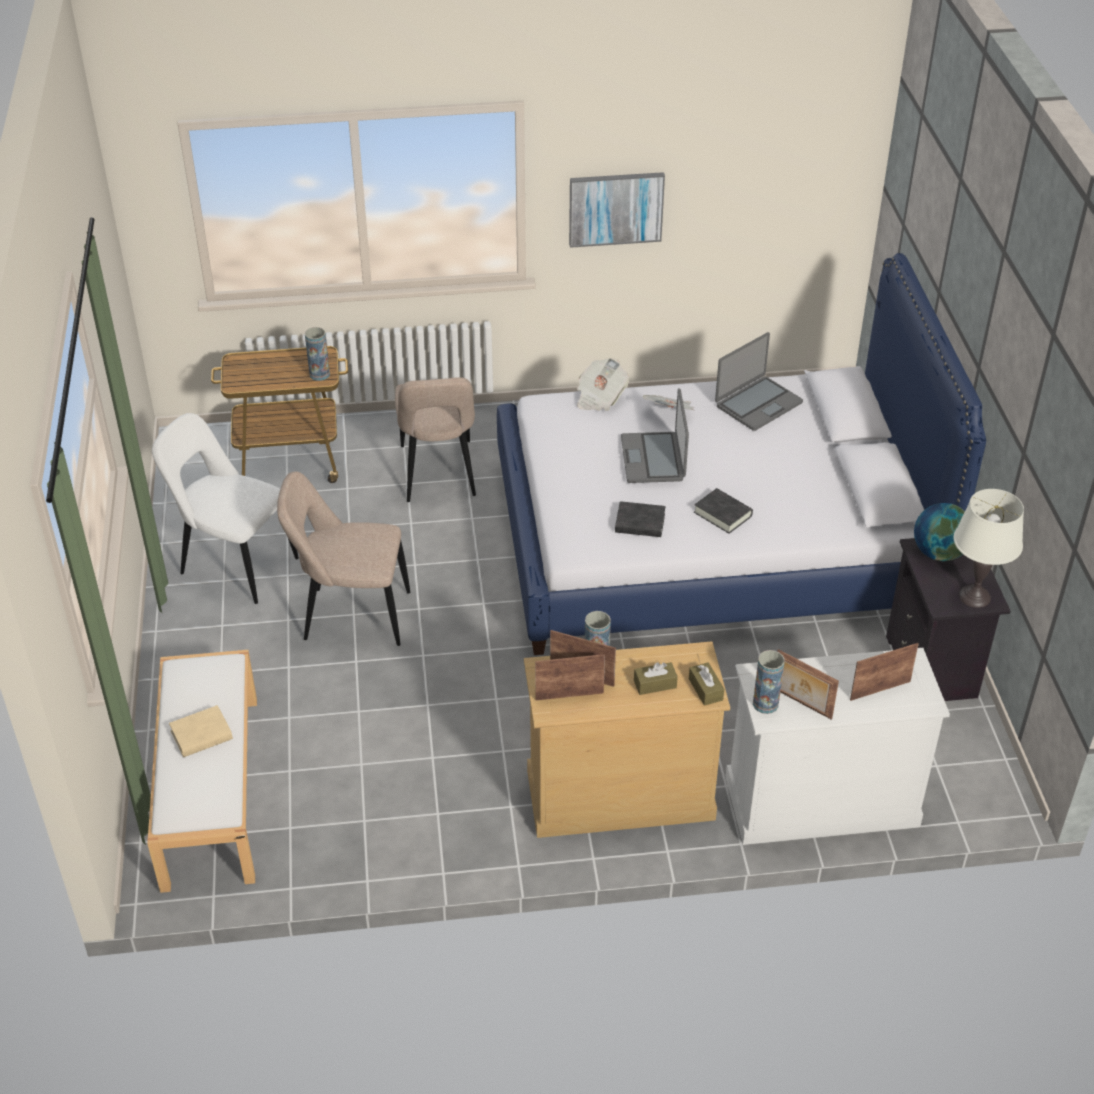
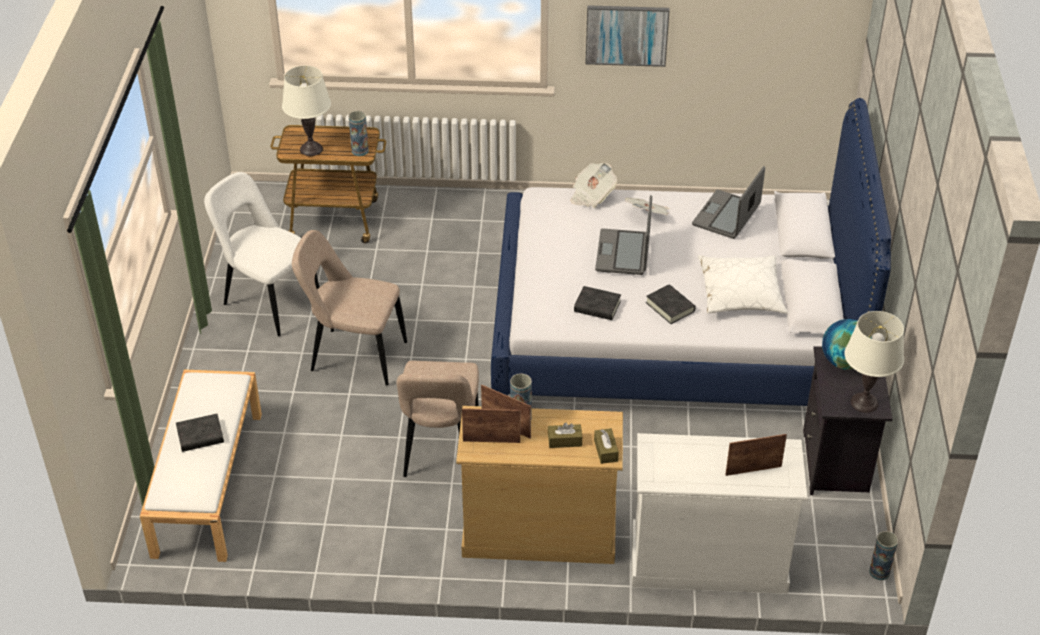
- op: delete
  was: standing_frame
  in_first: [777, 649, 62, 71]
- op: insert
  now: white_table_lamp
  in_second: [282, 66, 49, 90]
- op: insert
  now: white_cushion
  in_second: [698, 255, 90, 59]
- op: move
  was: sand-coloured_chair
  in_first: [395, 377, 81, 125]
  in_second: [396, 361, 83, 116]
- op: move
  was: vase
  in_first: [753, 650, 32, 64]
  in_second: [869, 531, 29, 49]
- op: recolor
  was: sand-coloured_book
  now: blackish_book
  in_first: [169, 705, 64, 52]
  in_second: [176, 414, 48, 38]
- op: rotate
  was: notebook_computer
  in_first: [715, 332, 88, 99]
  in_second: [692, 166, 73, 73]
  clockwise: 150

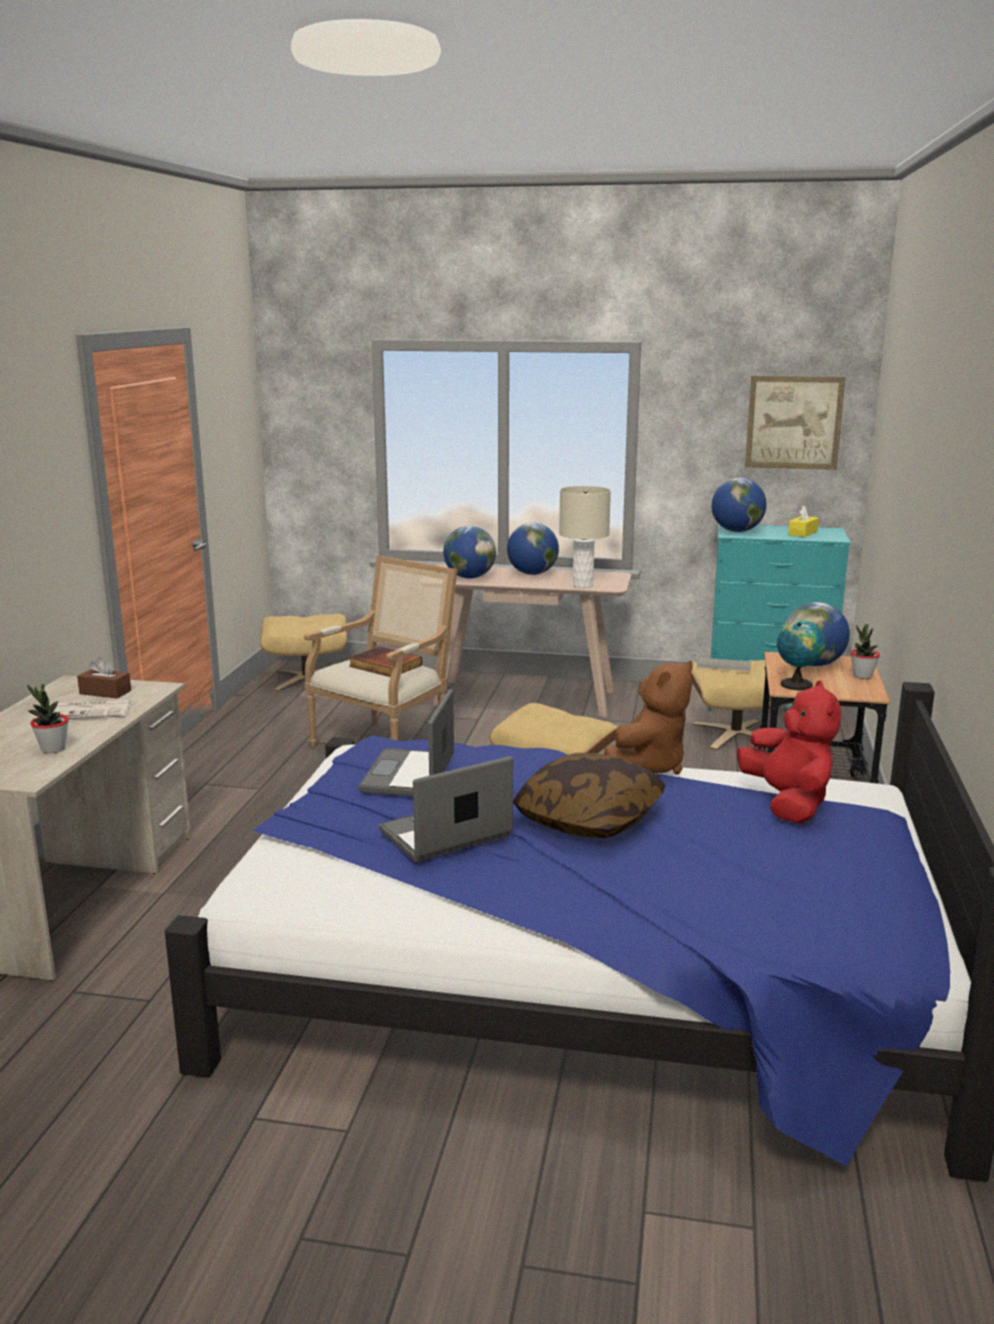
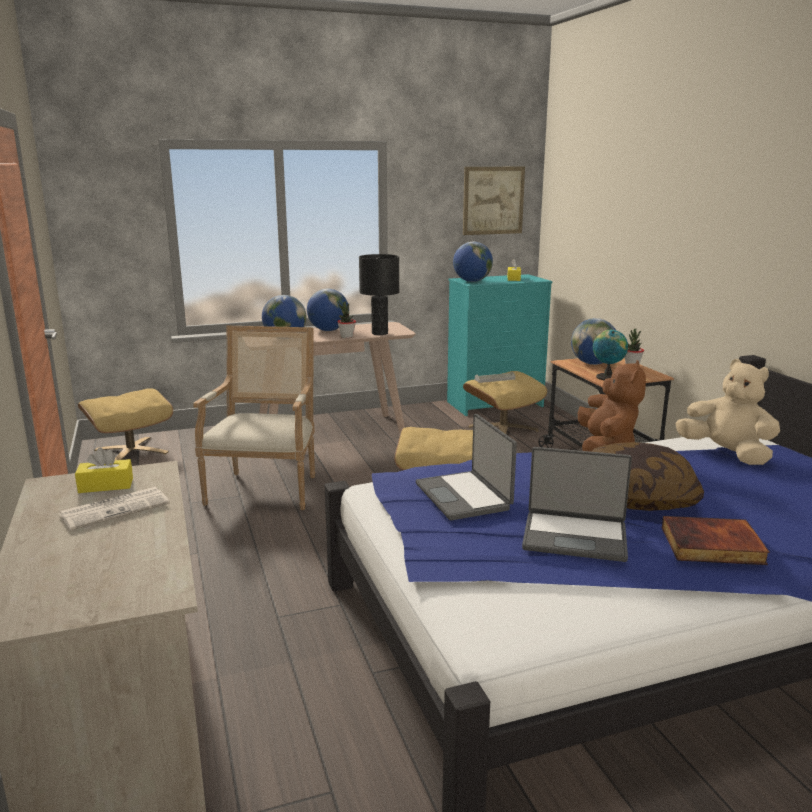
- op: move
  was: plant_in_a_pot
  in_first: [27, 684, 42, 69]
  in_second: [337, 301, 19, 37]
- op: move
  was: book
  in_first: [349, 646, 73, 31]
  in_second: [662, 516, 108, 49]
- op: recolor
  was: brownish_box_of_tissues
  now: yellow_box_of_tissues
  in_first: [77, 657, 54, 42]
  in_second: [75, 447, 58, 46]
- op: recolor
  was: sand-coloured_table_lamp
  now: blackish_table_lamp
  in_first: [559, 486, 52, 102]
  in_second: [359, 254, 40, 81]
- op: recolor
  was: reddish_soft_toy
  now: sand-coloured_soft_toy
  in_first: [737, 680, 104, 144]
  in_second: [675, 359, 105, 106]
- op: rotate
  was: notebook_computer
  in_first: [379, 756, 134, 106]
  in_second: [522, 447, 110, 115]
  clockwise: -105

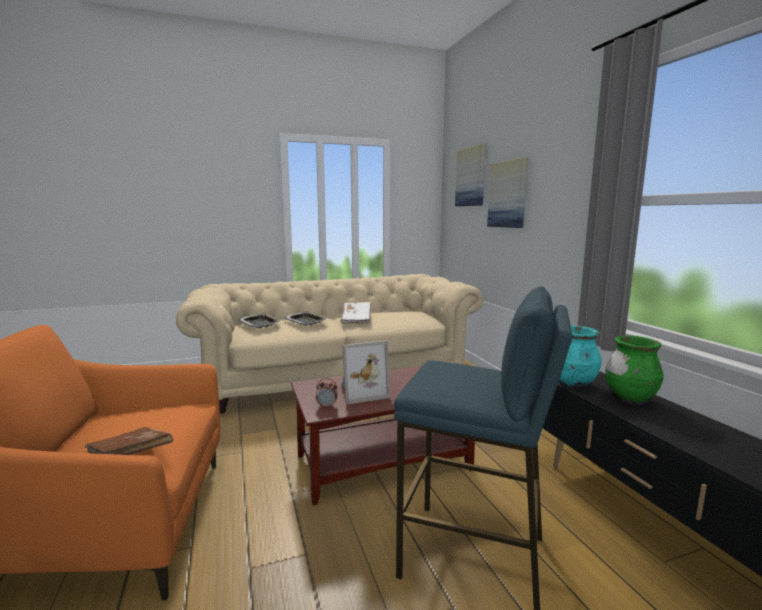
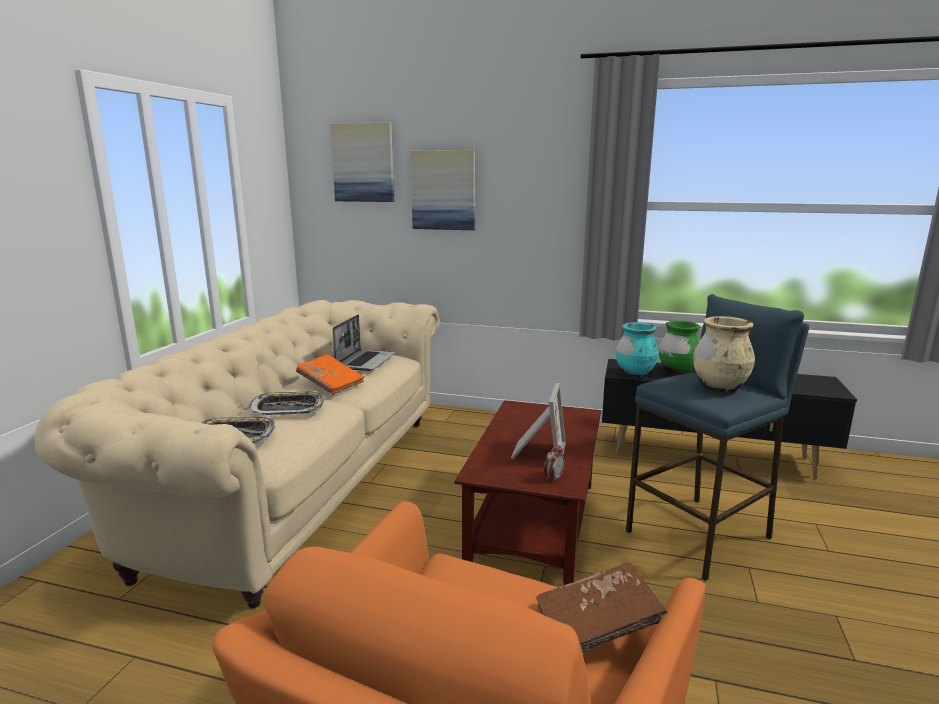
- op: insert
  now: notebook_computer
  in_second: [333, 315, 62, 56]
- op: insert
  now: sand-coloured_vase
  in_second: [693, 316, 62, 77]
- op: recolor
  was: white_book
  now: orangey_book
  in_first: [341, 302, 30, 22]
  in_second: [296, 354, 69, 41]

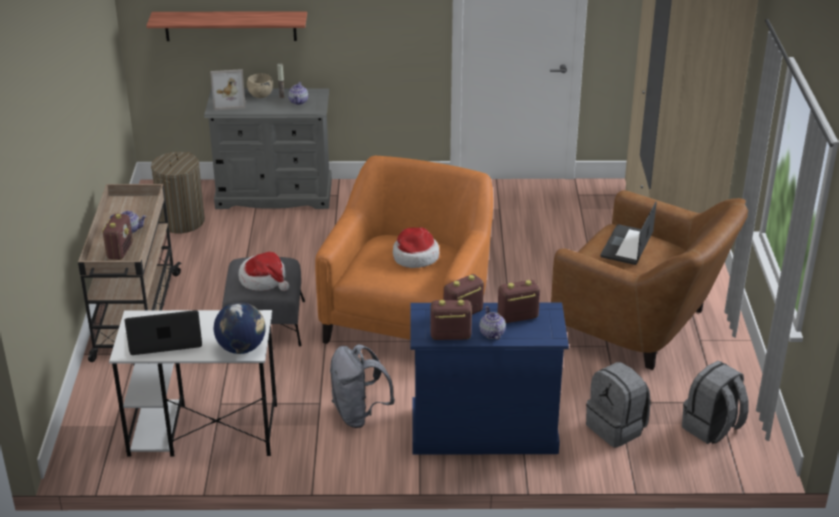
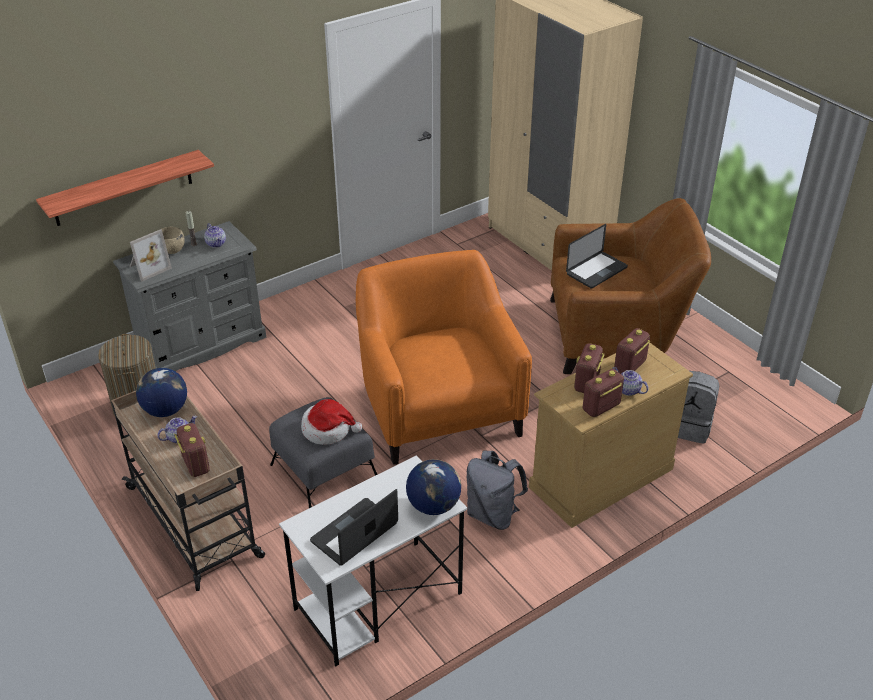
- op: delete
  was: clothing_hat
  in_first: [393, 227, 46, 41]
- op: delete
  was: gray_rucksack
  in_first: [682, 361, 67, 83]
- op: insert
  now: globe
  in_second: [136, 368, 51, 49]
- op: recolor
  was: blue_dresser
  now: sand-coloured_dresser
  in_first: [410, 302, 159, 153]
  in_second: [529, 343, 164, 185]
- op: rotate
  was: notebook_computer
  in_first: [601, 201, 56, 64]
  in_second: [566, 224, 62, 65]
  clockwise: -120

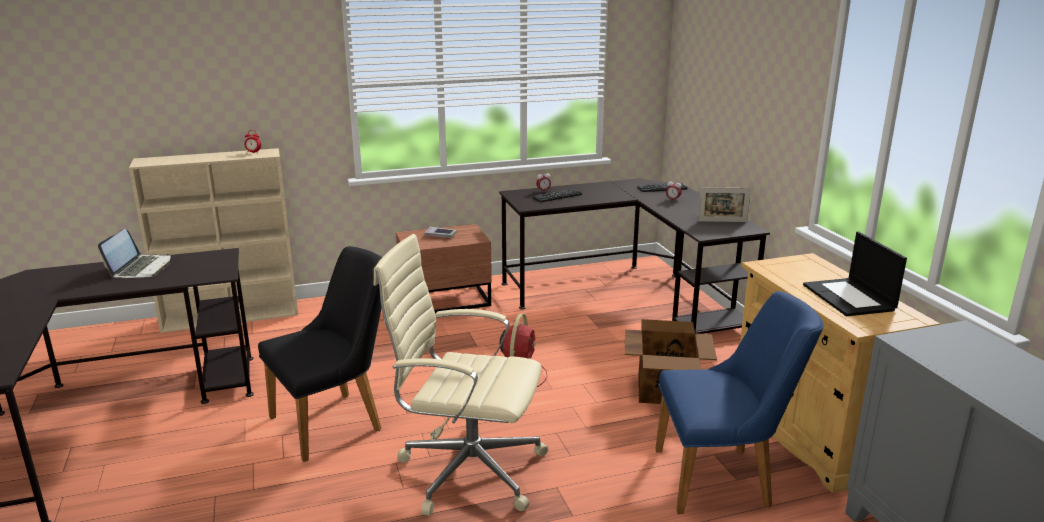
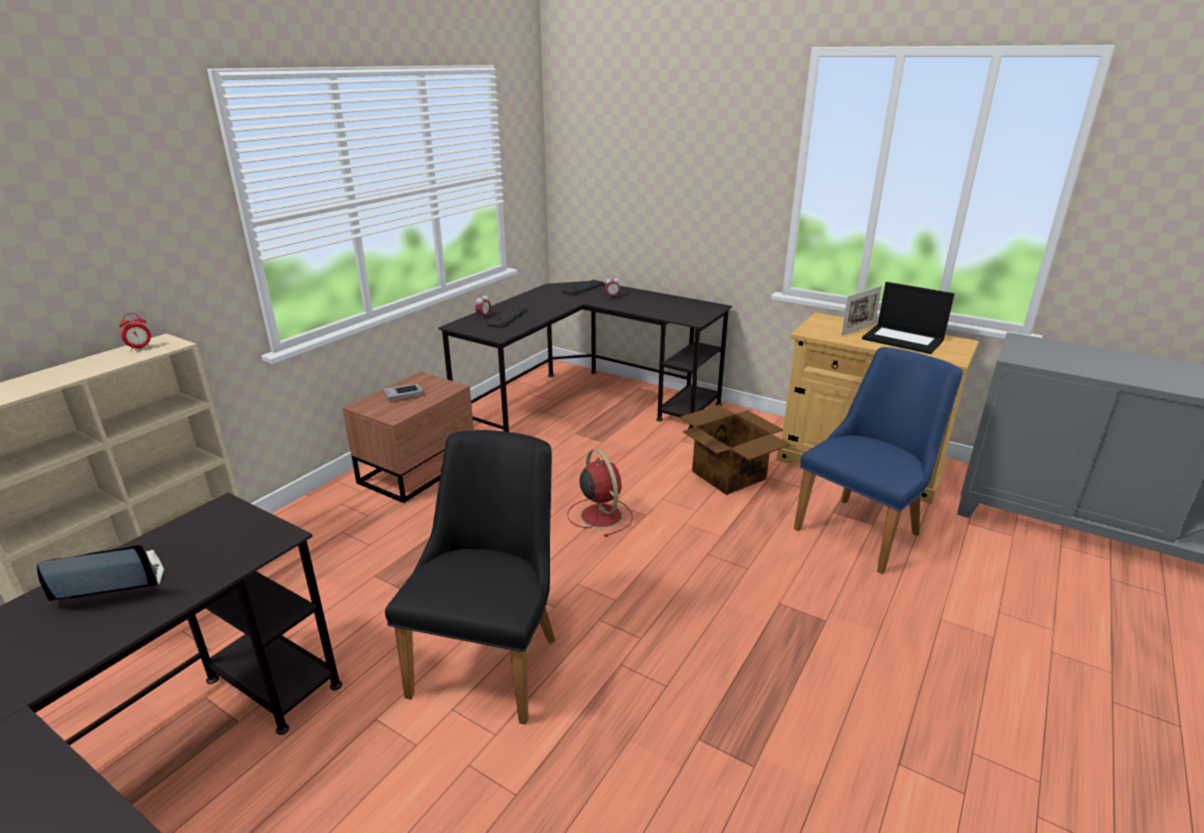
- op: delete
  was: sand-coloured_computer_chair
  in_first: [373, 234, 175, 282]
- op: move
  was: standing_frame
  in_first: [698, 187, 53, 35]
  in_second: [841, 286, 41, 50]
- op: rotate
  was: notebook_computer
  in_first: [98, 229, 72, 49]
  in_second: [37, 545, 128, 56]
  clockwise: -75

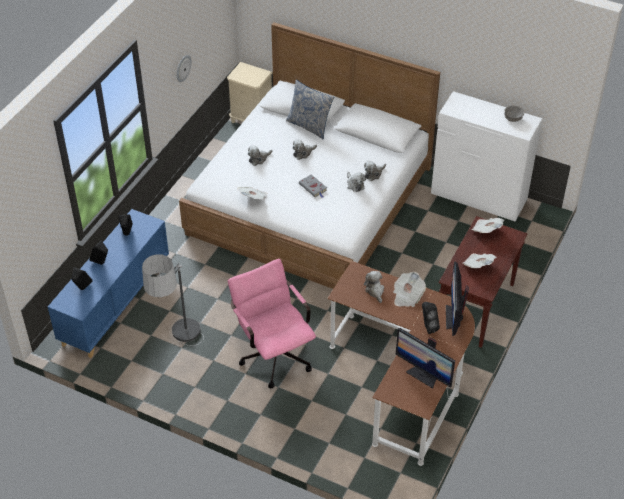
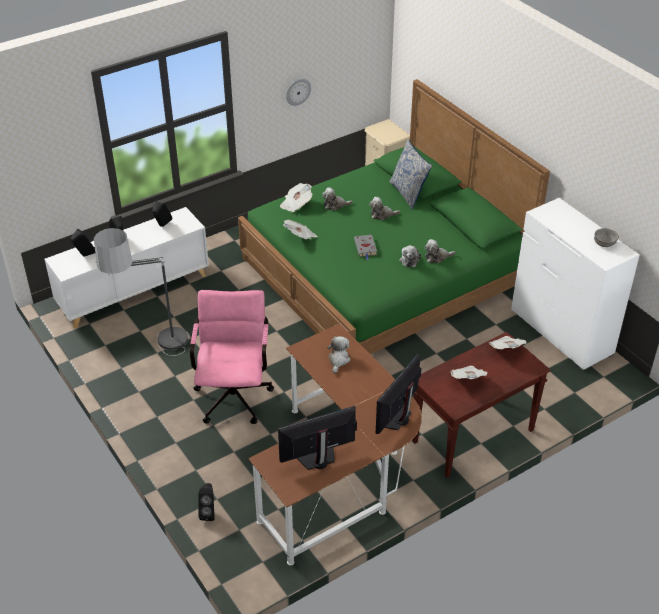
- op: move
  was: printed_paper
  in_first: [393, 272, 33, 35]
  in_second: [280, 183, 32, 29]
- op: move
  was: blackish_loudspeaker
  in_first: [422, 302, 18, 32]
  in_second: [199, 483, 16, 38]
- op: recolor
  was: blue_cupboard
  now: white_cupboard
  in_first: [48, 209, 121, 149]
  in_second: [44, 207, 165, 122]
- op: recolor
  was: white_bed
  now: greenish_bed
  in_first: [179, 22, 261, 267]
  in_second: [238, 79, 312, 275]
- op: rotate
  was: computer_display
  in_first: [396, 328, 59, 61]
  in_second: [278, 406, 79, 64]
  clockwise: 90

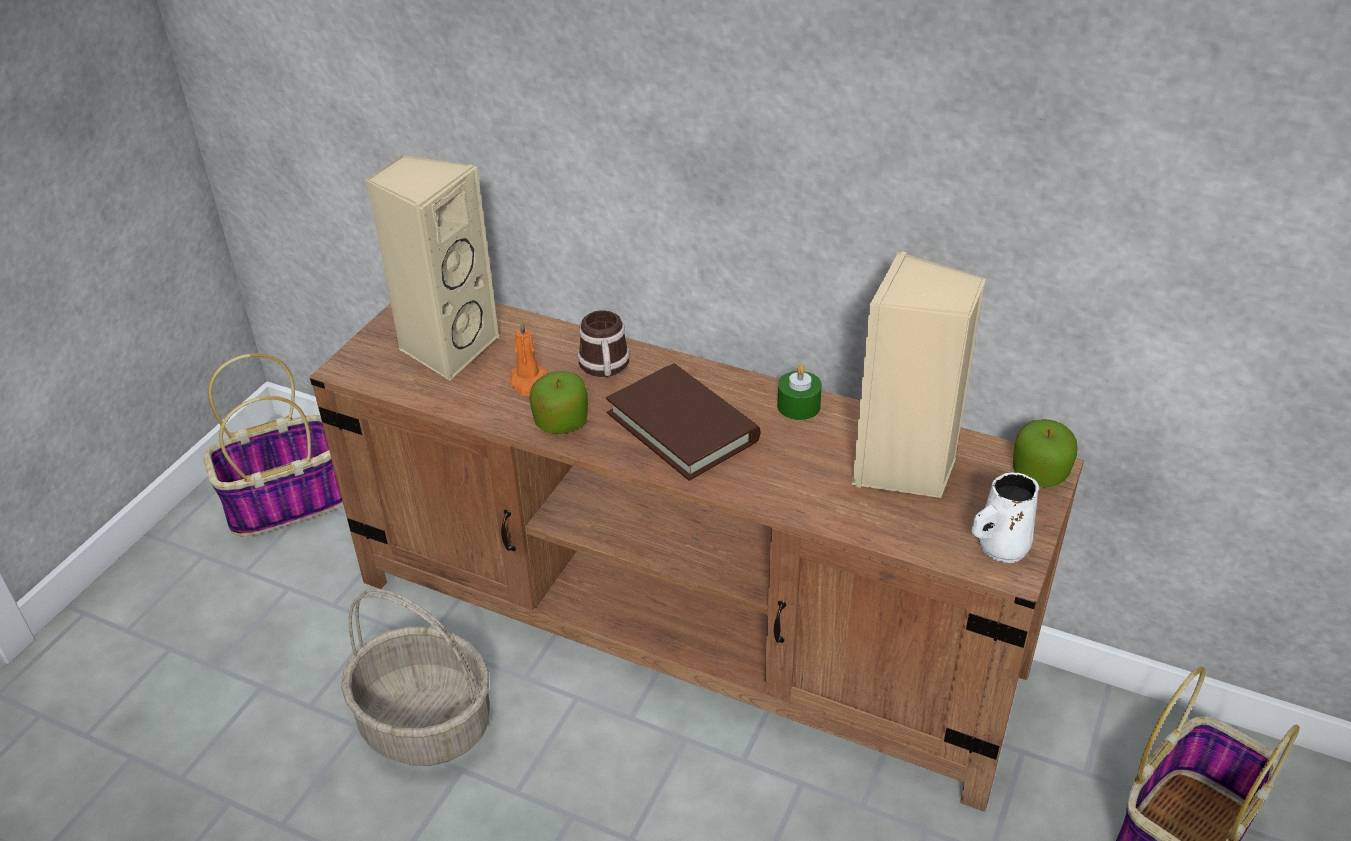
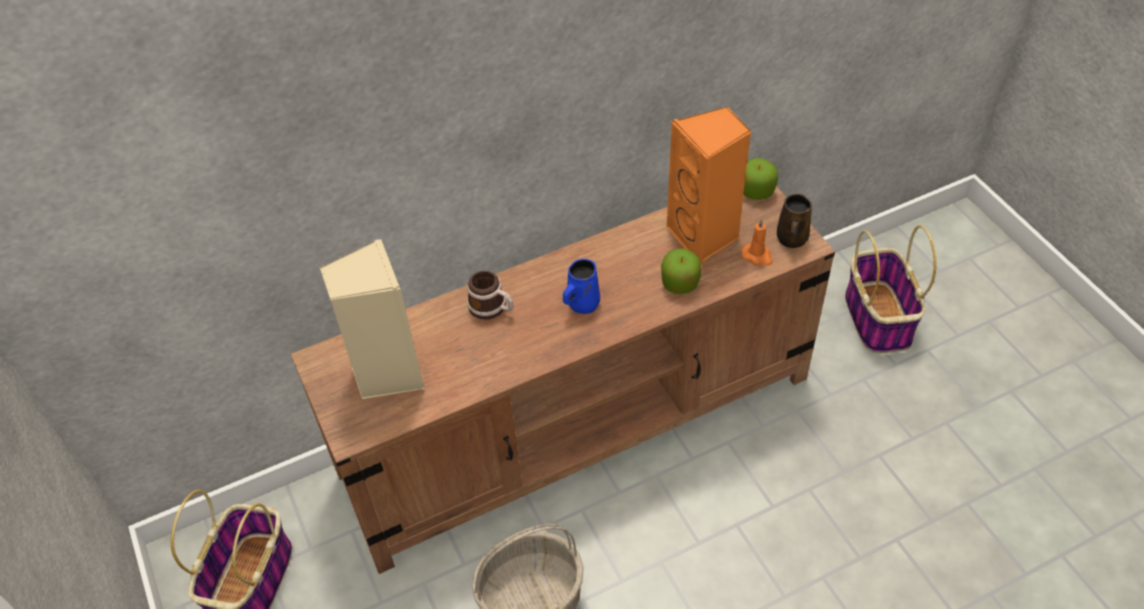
- op: delete
  was: greenish_wax_candle
  in_first: [777, 365, 45, 55]
- op: move
  was: orangey_wax_candle
  in_first: [510, 320, 38, 76]
  in_second: [741, 219, 31, 47]
- op: move
  was: whole_apple
  in_first: [529, 371, 59, 63]
  in_second: [661, 249, 41, 45]
- op: replace
  was: brownish_book
  now: blue_tea_mug
  in_first: [606, 363, 154, 118]
  in_second: [563, 259, 37, 55]
- op: recolor
  was: sand-coloured_loudspeaker
  now: orangey_loudspeaker
  in_first: [852, 251, 134, 247]
  in_second: [667, 107, 84, 156]
- op: recolor
  was: white_tea_mug
  now: brownish_tea_mug
  in_first: [971, 473, 68, 90]
  in_second: [777, 194, 35, 54]

